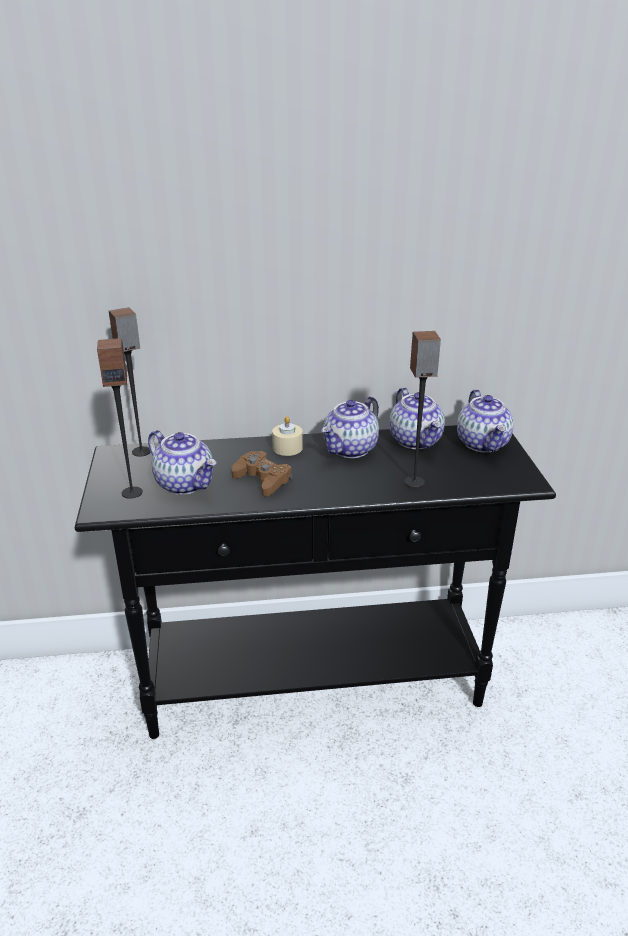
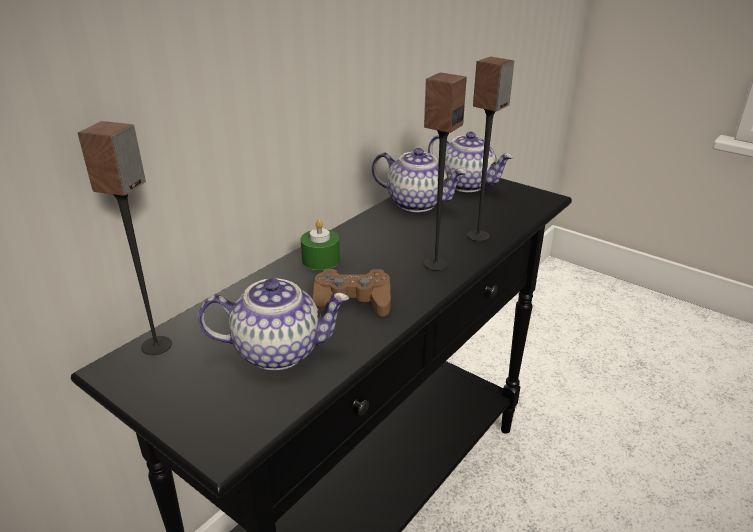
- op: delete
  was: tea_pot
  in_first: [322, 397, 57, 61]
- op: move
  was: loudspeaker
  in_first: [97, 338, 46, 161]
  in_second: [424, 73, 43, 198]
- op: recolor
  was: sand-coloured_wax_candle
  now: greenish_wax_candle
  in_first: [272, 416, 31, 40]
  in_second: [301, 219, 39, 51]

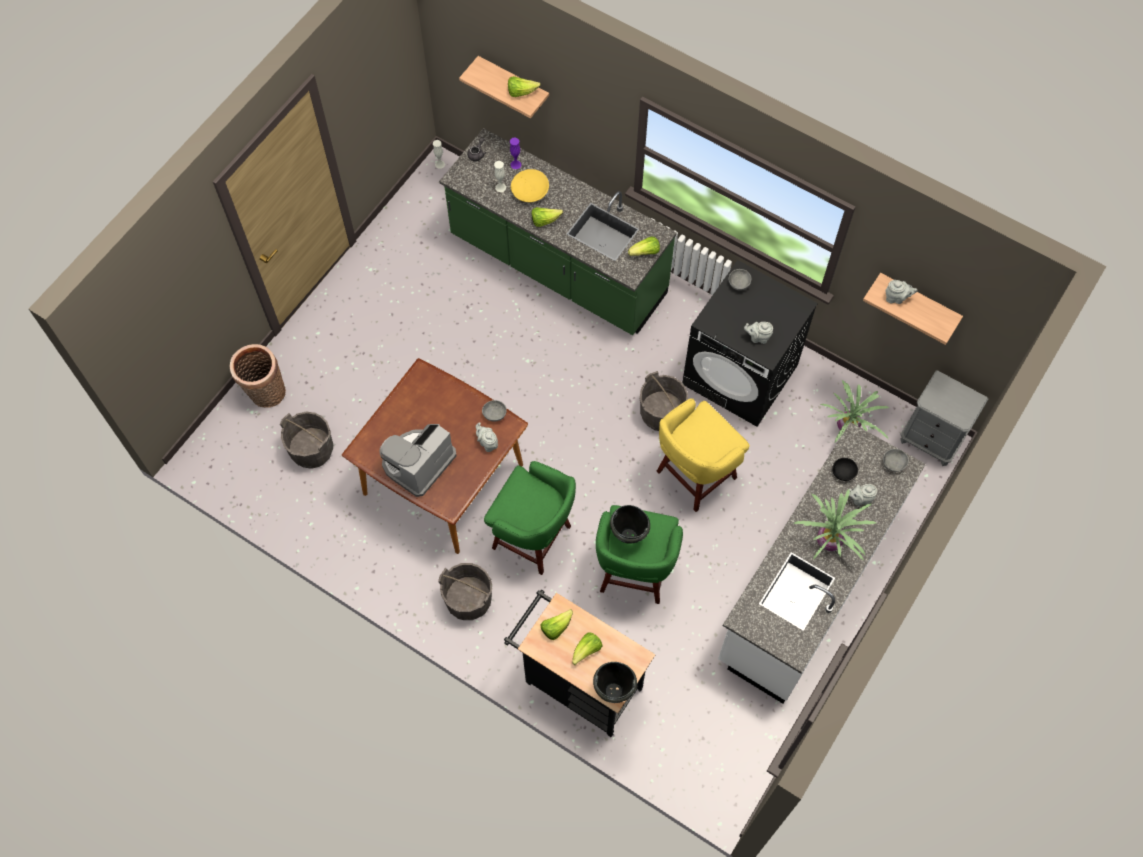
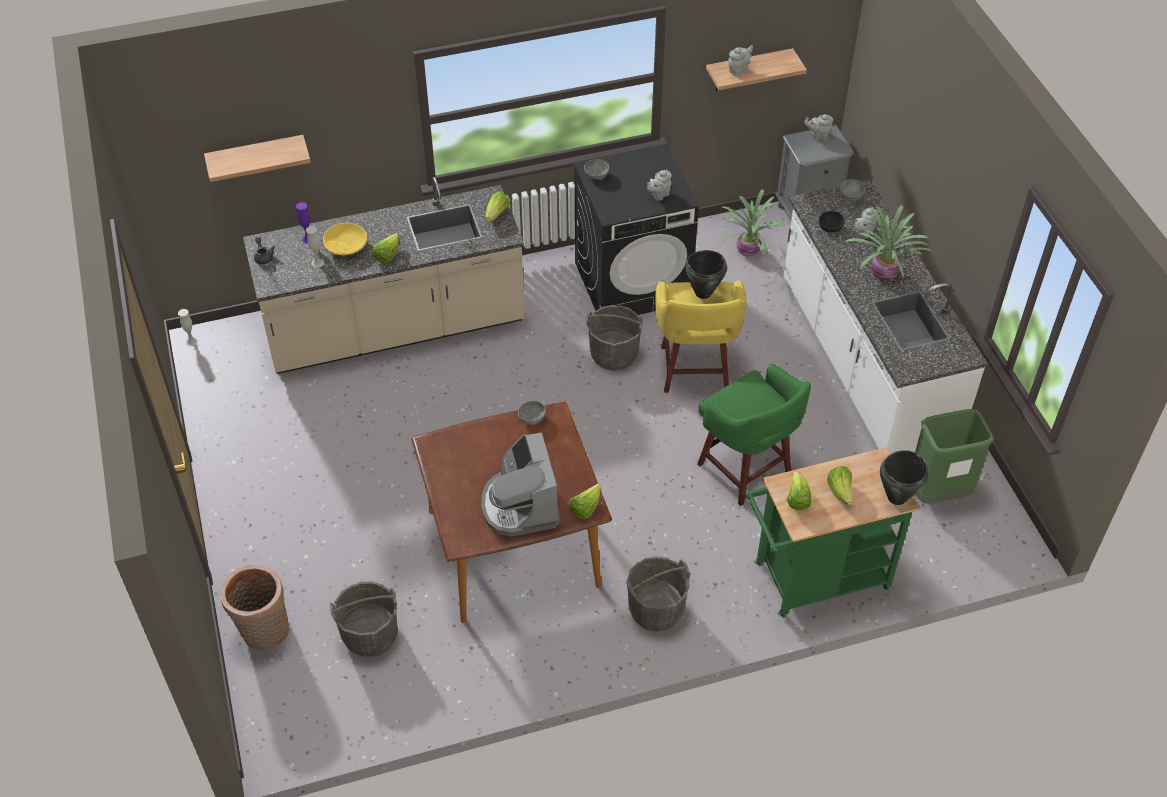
- op: delete
  was: greenish_stool
  in_first: [484, 461, 92, 114]
- op: insert
  now: greenish_rubbish_bin
  in_second: [915, 409, 78, 95]
- op: move
  was: gray_tea_pot
  in_first: [476, 422, 22, 30]
  in_second: [804, 114, 29, 26]
- op: move
  was: head_of_lettuce
  in_first: [508, 76, 33, 21]
  in_second: [568, 484, 33, 35]
- op: move
  was: blackish_stockpot
  in_first: [610, 505, 40, 39]
  in_second: [685, 250, 42, 49]
- op: recolor
  was: greenish_kitchen_counter
  now: sand-coloured_kitchen_counter
  in_first: [439, 128, 238, 207]
  in_second: [243, 177, 282, 197]
- op: recolor
  was: blackish_wheeled_cart
  now: greenish_wheeled_cart
  in_first: [504, 590, 151, 147]
  in_second: [744, 447, 176, 171]

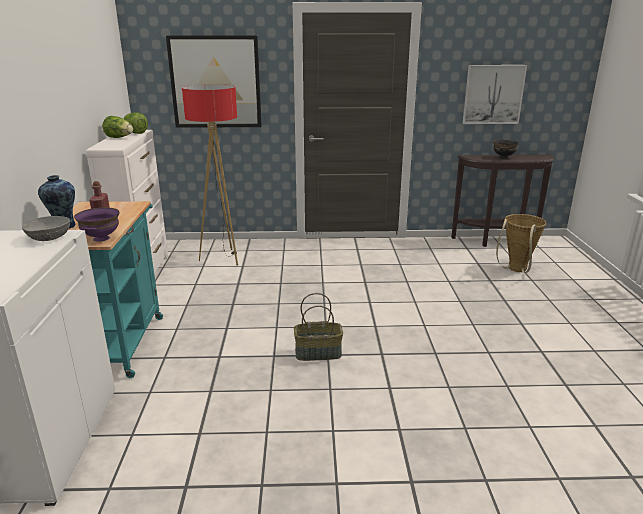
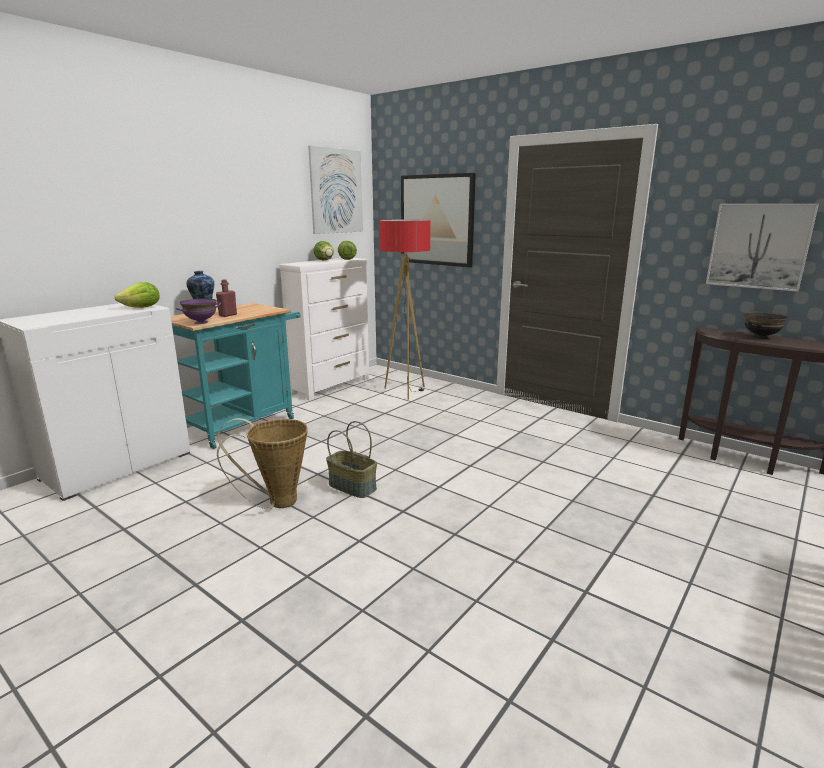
- op: insert
  now: wall_picture
  in_second: [308, 146, 55, 88]
- op: move
  was: basket
  in_first: [496, 214, 50, 59]
  in_second: [217, 418, 91, 91]
- op: replace
  was: gray_bowl
  now: head_of_lettuce
  in_first: [22, 216, 48, 25]
  in_second: [114, 282, 46, 26]

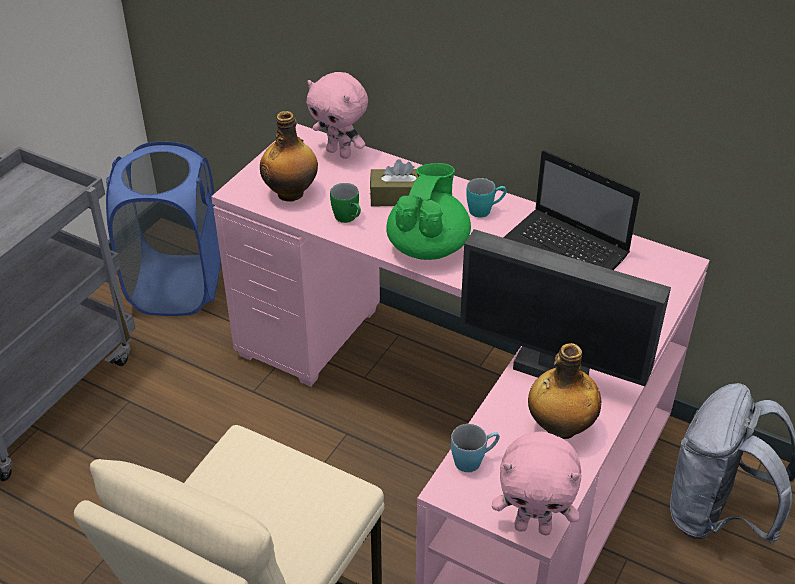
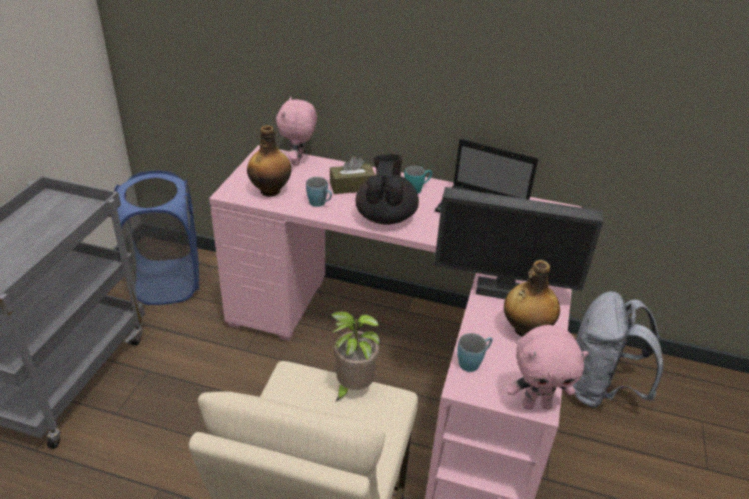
- op: insert
  now: plant_in_a_pot
  in_second: [331, 311, 49, 91]
- op: recolor
  was: greenish_tea_mug
  now: blue_tea_mug
  in_first: [330, 183, 31, 40]
  in_second: [306, 177, 26, 30]
- op: recolor
  was: greenish_tea_pot
  now: blackish_tea_pot
  in_first: [387, 163, 84, 97]
  in_second: [356, 154, 63, 71]
- op: rotate
  was: pink-coloured_soft_toy
  in_first: [307, 72, 61, 87]
  in_second: [276, 97, 41, 69]
  clockwise: 75

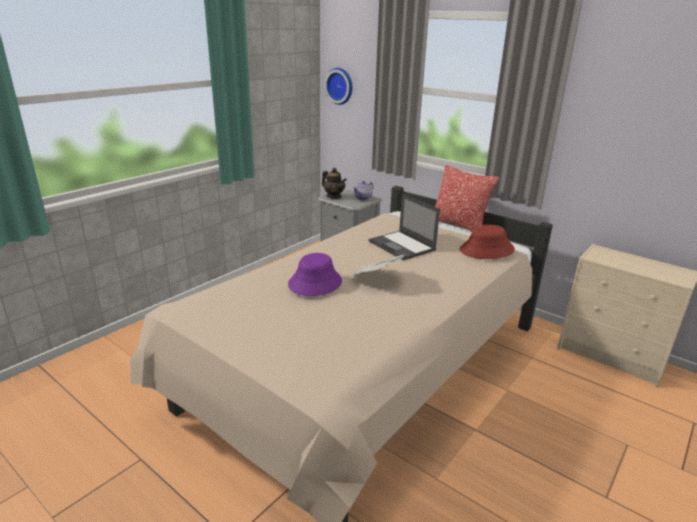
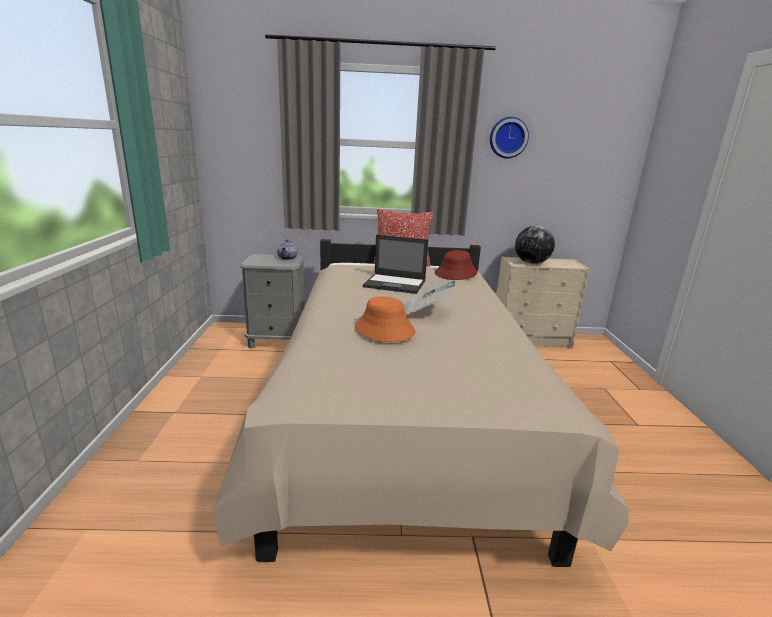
- op: delete
  was: tea_pot
  in_first: [322, 168, 25, 31]
- op: insert
  now: globe
  in_second: [515, 226, 40, 38]
- op: move
  was: clock_on_the_wall
  in_first: [324, 68, 28, 37]
  in_second: [490, 117, 39, 41]
- op: recolor
  was: purple_clothing_hat
  now: orangey_clothing_hat
  in_first: [288, 253, 54, 43]
  in_second: [355, 296, 60, 46]

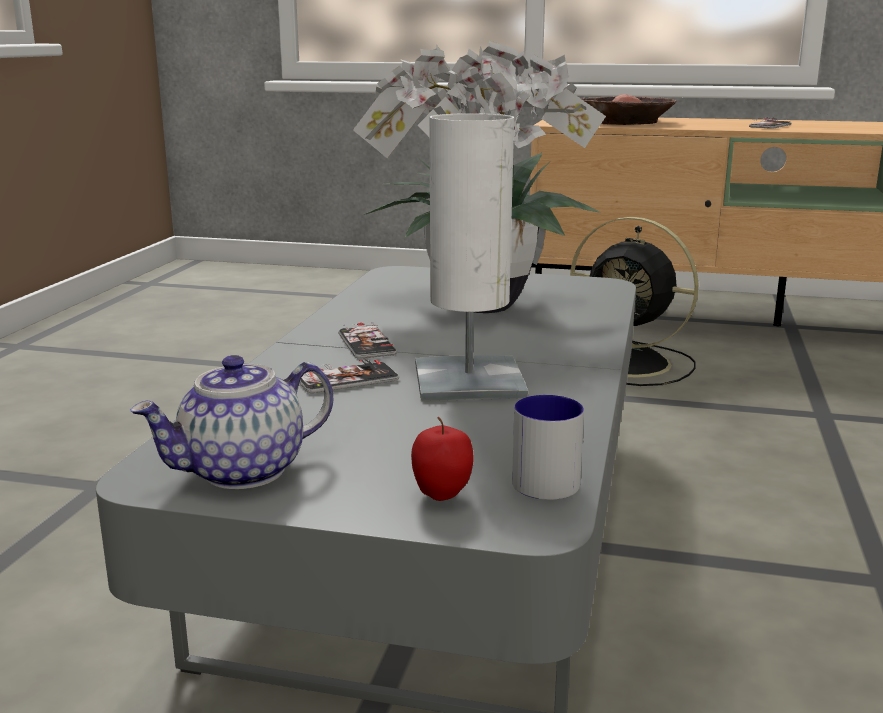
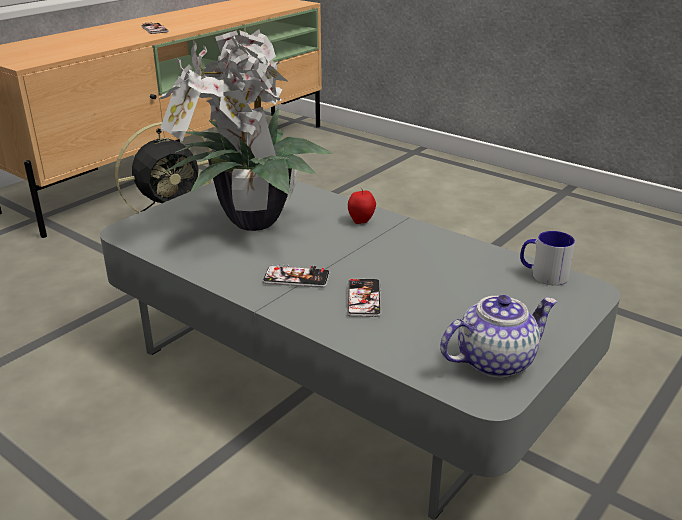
- op: delete
  was: white_table_lamp
  in_first: [415, 113, 113, 288]
- op: delete
  was: bowl
  in_first: [581, 95, 96, 30]
- op: move
  was: whole_apple
  in_first: [411, 417, 63, 84]
  in_second: [348, 188, 28, 36]
- op: rotate
  was: tea_pot
  in_first: [130, 355, 203, 134]
  in_second: [440, 295, 118, 83]
  clockwise: -105

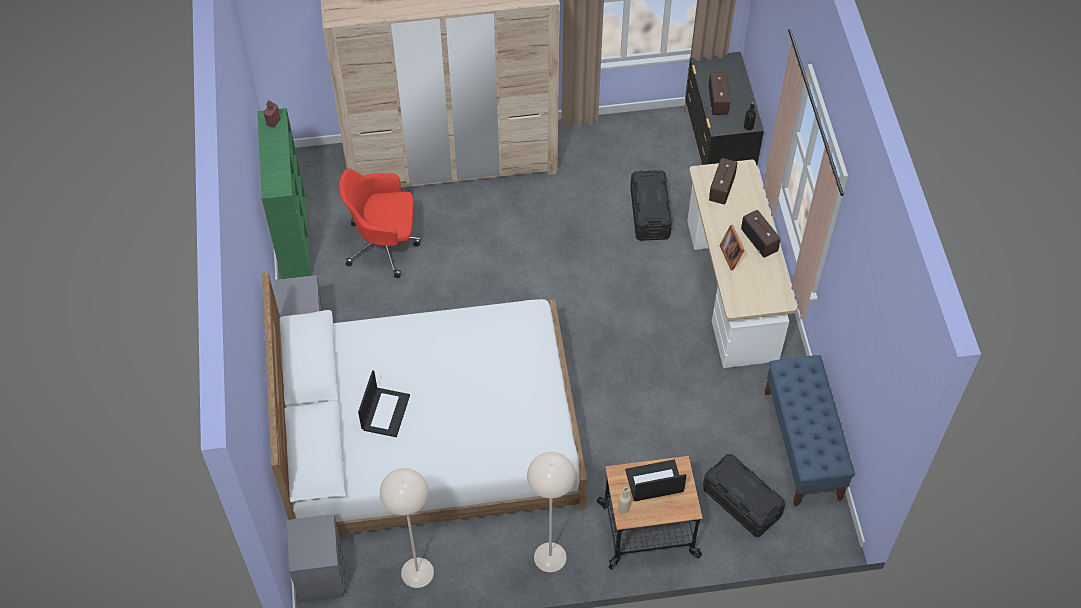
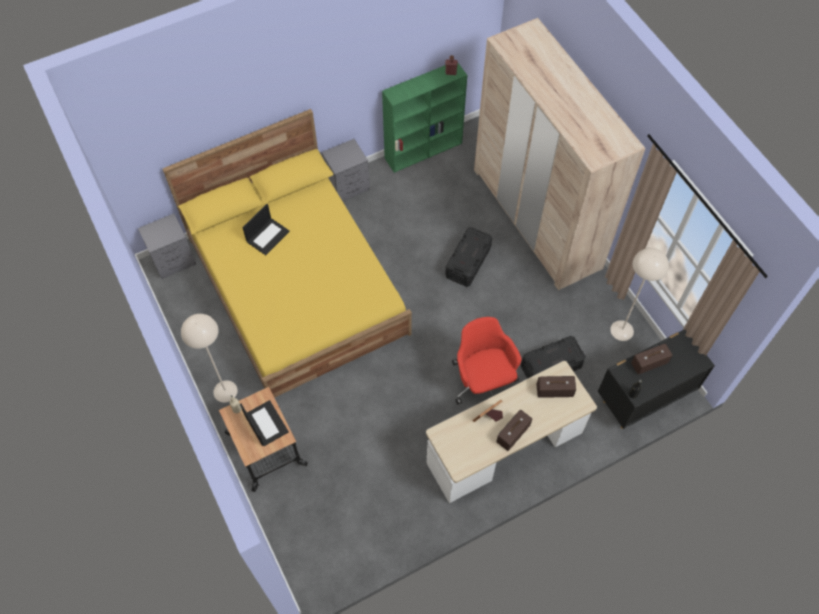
- op: delete
  was: blue_bench
  in_first: [765, 355, 90, 151]
- op: move
  was: reddish_computer_chair
  in_first: [339, 168, 81, 110]
  in_second: [452, 317, 69, 87]
- op: move
  was: sand-coloured_standing_lamp
  in_first: [380, 468, 54, 120]
  in_second: [610, 248, 59, 93]
- op: move
  was: blackish_storage_box
  in_first: [703, 454, 82, 83]
  in_second: [445, 227, 47, 60]
- op: recolor
  was: white_bed
  now: yellow_bed
  in_first: [262, 272, 325, 263]
  in_second: [162, 109, 250, 289]
- op: rotate
  was: notebook_computer
  in_first: [358, 370, 52, 67]
  in_second: [242, 204, 48, 51]
  clockwise: -45

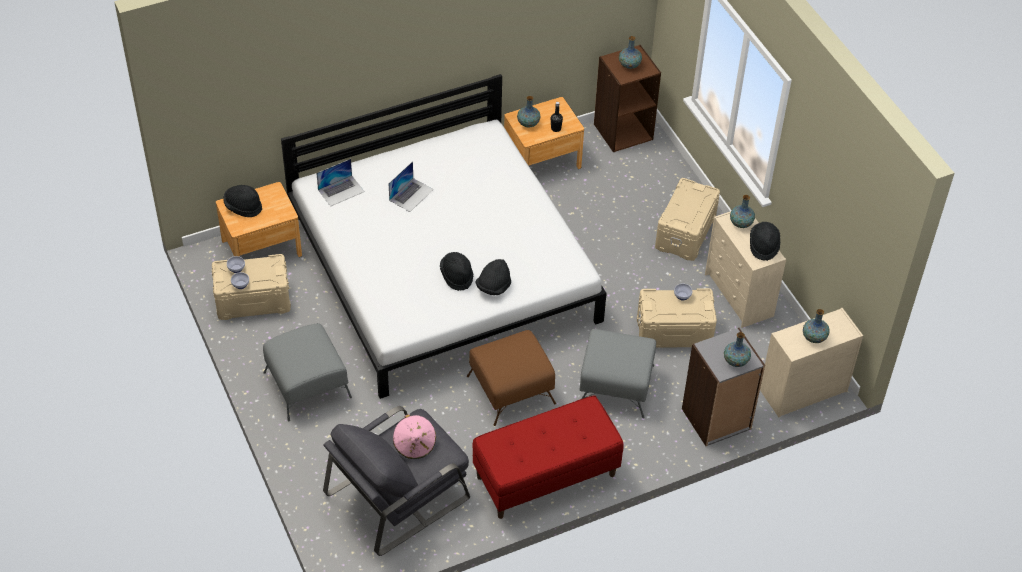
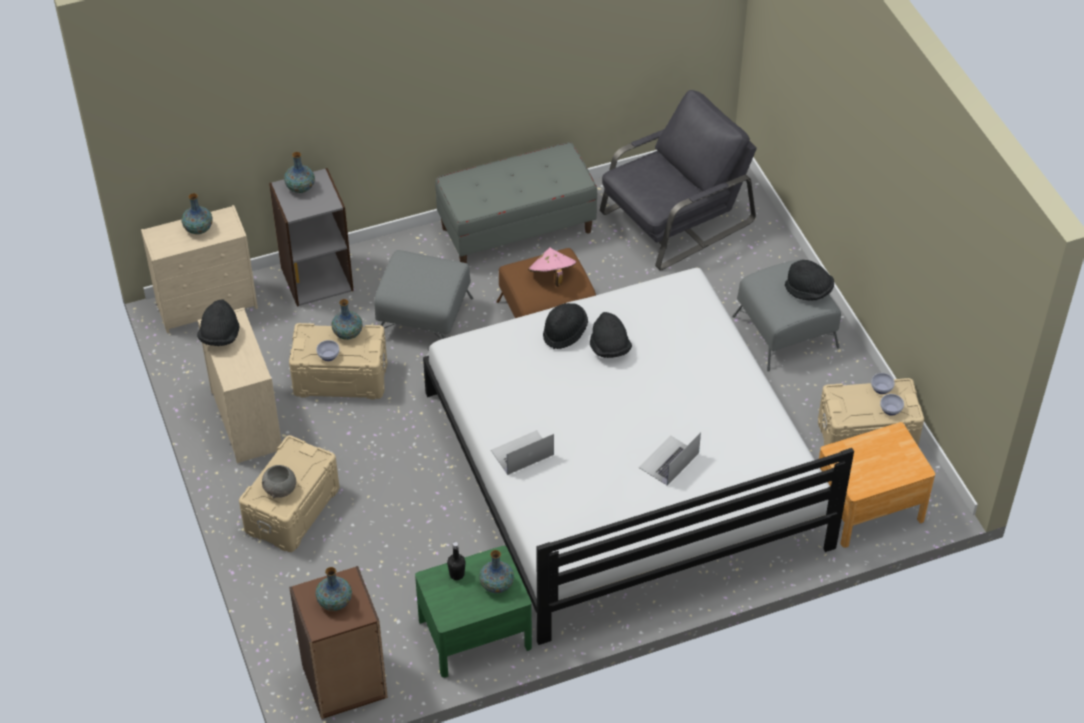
- op: insert
  now: gray_bowl
  in_second: [262, 465, 34, 34]
- op: move
  was: blackish_clothing_hat
  in_first: [223, 185, 39, 32]
  in_second: [785, 260, 49, 41]
- op: move
  was: notebook_computer
  in_first: [316, 159, 49, 48]
  in_second: [491, 430, 63, 45]
- op: move
  was: pink-coloured_clothing_hat
  in_first: [393, 414, 43, 45]
  in_second: [528, 248, 48, 39]
- op: move
  was: vase
  in_first: [730, 195, 25, 33]
  in_second: [332, 299, 31, 41]
- op: recolor
  was: reddish_bench
  now: gray_bench
  in_first: [473, 395, 151, 124]
  in_second: [435, 142, 162, 121]
- op: recolor
  was: brownish_nightstand
  now: greenish_nightstand
  in_first: [504, 97, 80, 72]
  in_second: [415, 546, 117, 132]

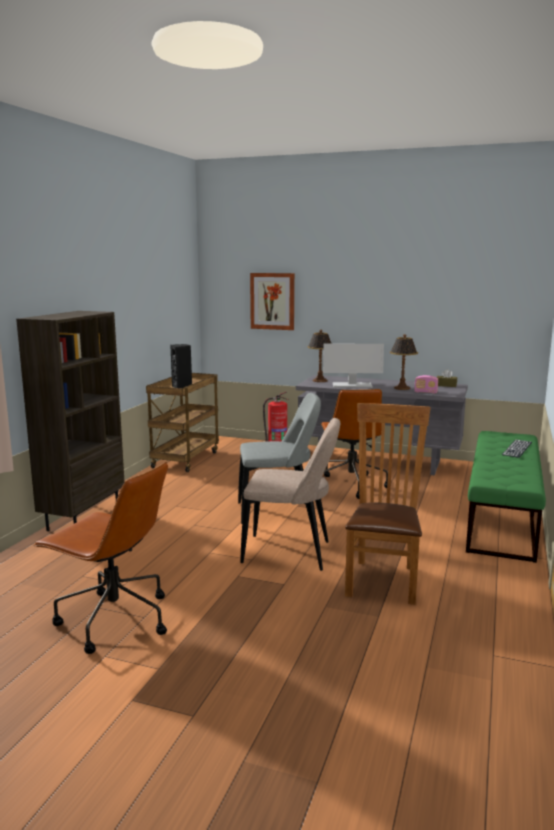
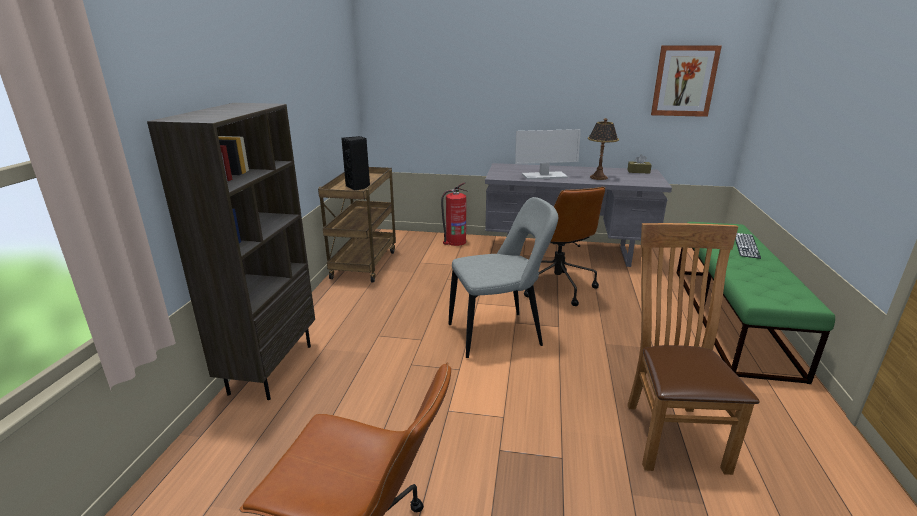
- op: delete
  was: sand-coloured_chair
  in_first: [240, 418, 101, 153]
- op: delete
  was: table_lamp
  in_first: [307, 330, 25, 52]
- op: delete
  was: radio
  in_first: [414, 375, 24, 19]
- op: move
  was: wall_picture
  in_first: [250, 273, 45, 57]
  in_second: [651, 45, 71, 72]

